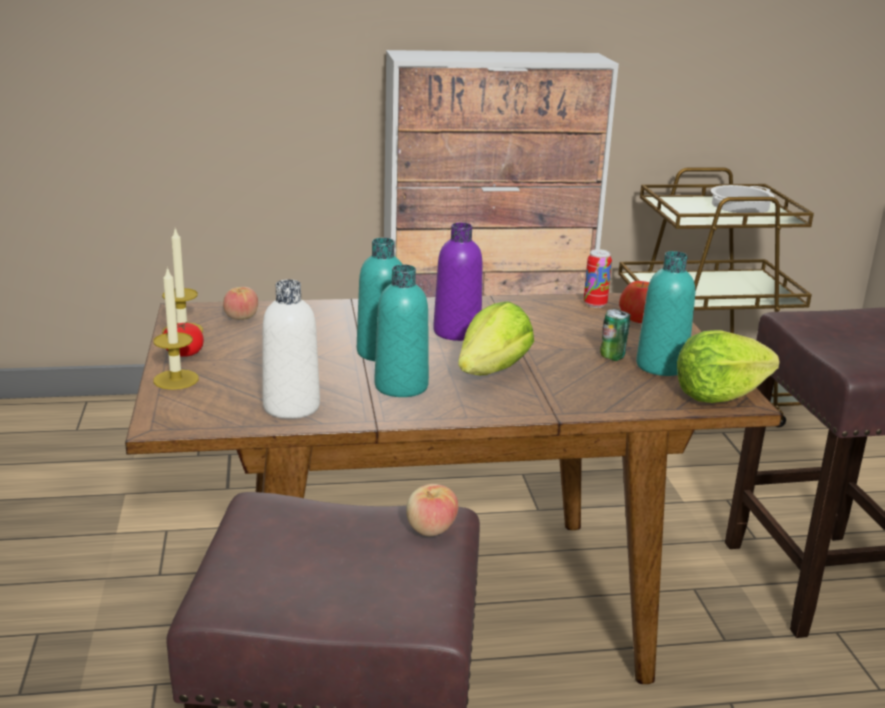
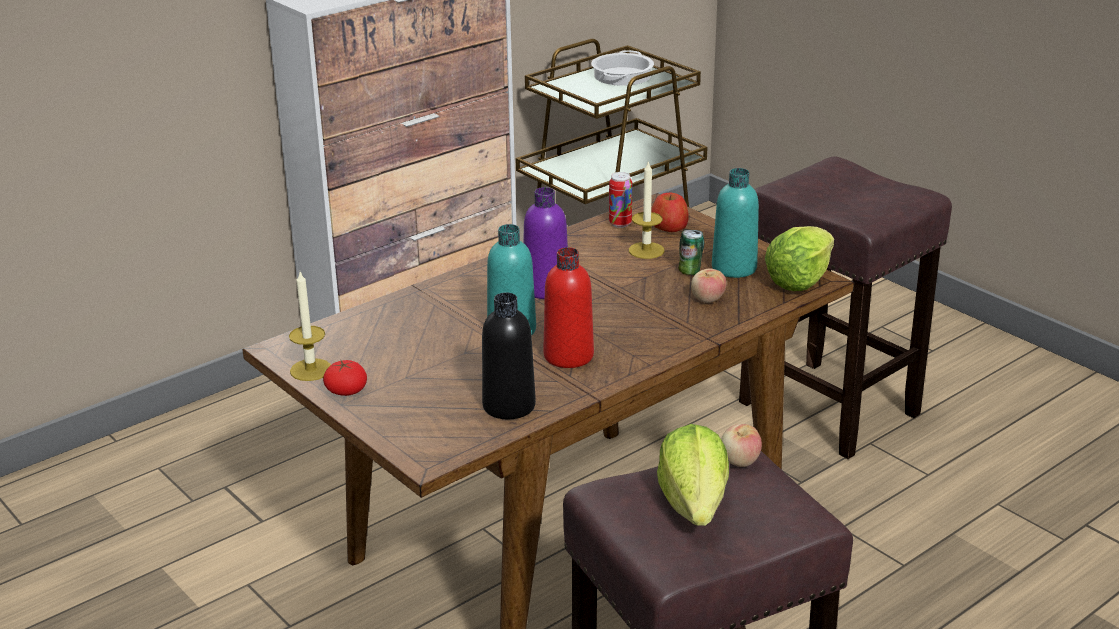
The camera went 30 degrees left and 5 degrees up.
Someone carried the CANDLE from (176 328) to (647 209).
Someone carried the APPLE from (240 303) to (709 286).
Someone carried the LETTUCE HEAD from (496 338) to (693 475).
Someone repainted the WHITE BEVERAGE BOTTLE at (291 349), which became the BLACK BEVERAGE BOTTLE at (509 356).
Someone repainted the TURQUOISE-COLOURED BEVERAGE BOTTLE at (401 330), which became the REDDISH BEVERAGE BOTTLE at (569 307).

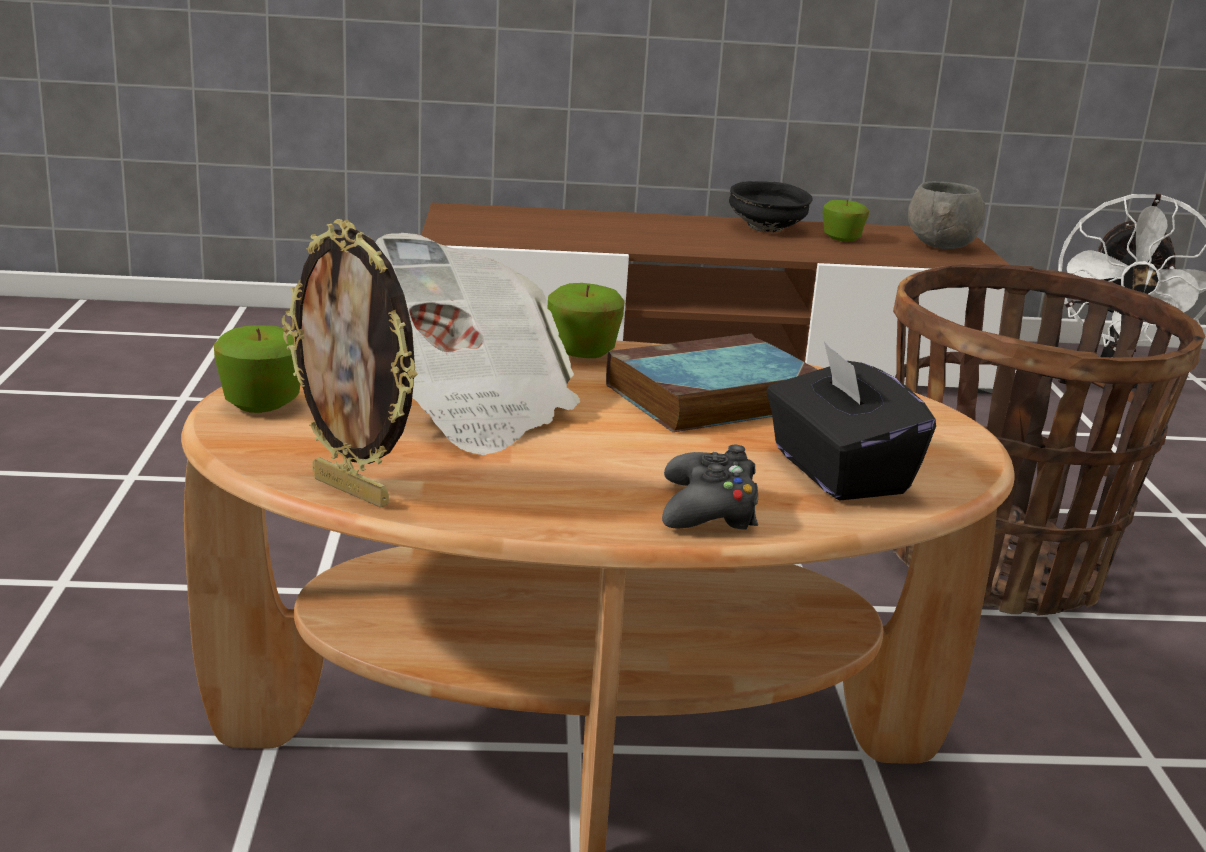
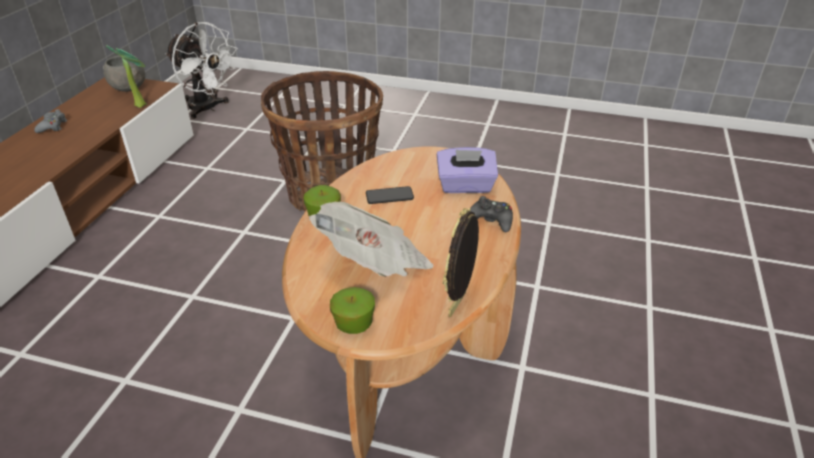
The camera went 70 degrees left and 15 degrees up.
Someone took away the APPLE at (846 220).
Someone put down the POTTED PLANT at (126 77).
Someone swapped the VOLUME at (712 383) for the PHONE at (390 195).
Someone swapped the BLACK DEEP DISH at (770 206) for the GREY GAME CONTROLLER at (50 121).
Someone repainted the BLACK BOX OF TISSUES at (851 421), which became the PURPLISH BOX OF TISSUES at (467 170).
Someone rotated the PHOTO FRAME at (350 363) by 150 degrees clockwise.

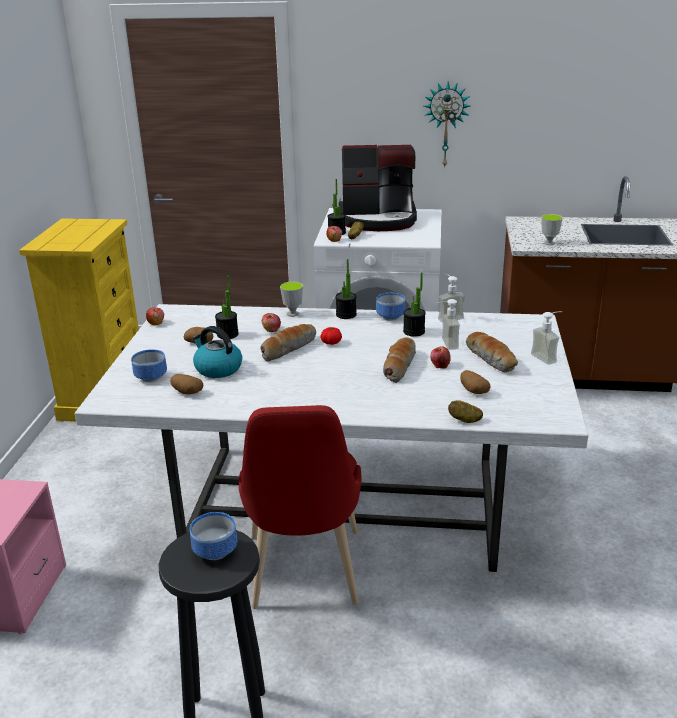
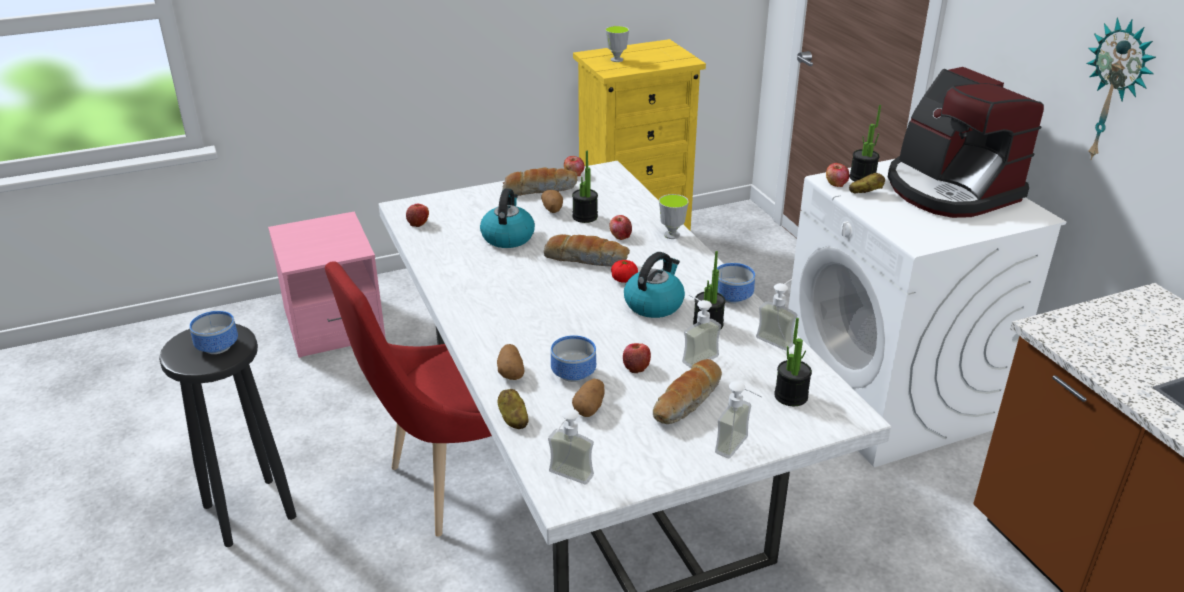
The camera went 60 degrees right and 5 degrees up.
Someone put down the APPLE at (417 215).
Someone put down the SOAP BOTTLE at (571 446).
Someone put down the WATER KETTLE at (654 285).
Someone carried the DEEP DISH from (149 365) to (573 358).
Someone carried the WHOLE POTATO from (186 384) to (510 362).
Someone carried the POTTED PLANT from (346 289) to (793 362).
Someone carried the BAKERY BREAD from (399 360) to (540 181).
Someone carried the CUP from (552 229) to (617 44).

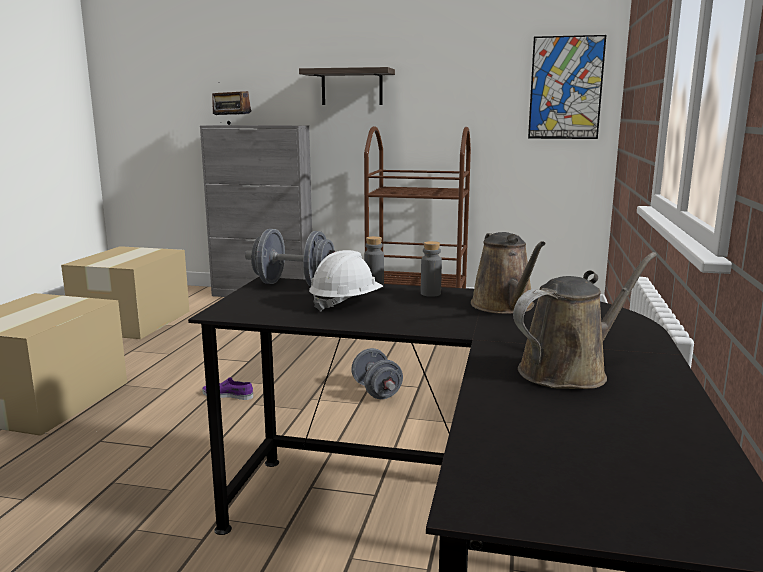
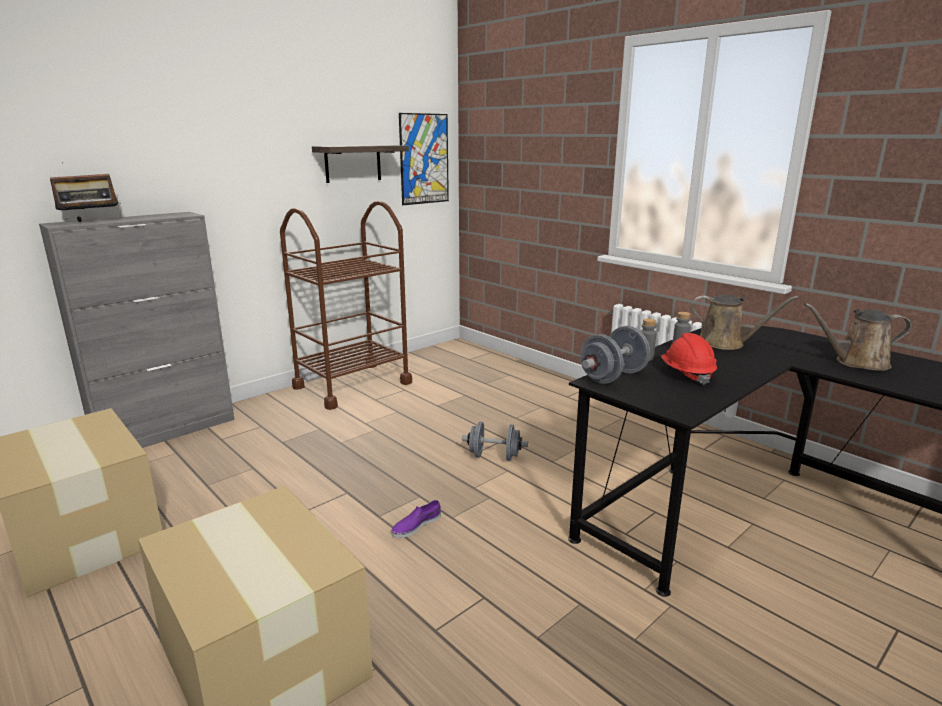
The camera went 55 degrees left and 5 degrees up.
Someone carried the BRACKET SHELF from (347 86) to (360 164).
Someone repainted the WHITE WORK HELMET at (346 281), which became the REDDISH WORK HELMET at (689 359).
Someone rotated the BROWN-COLOURED WATERING POT at (585 320) by 90 degrees counterclockwise.

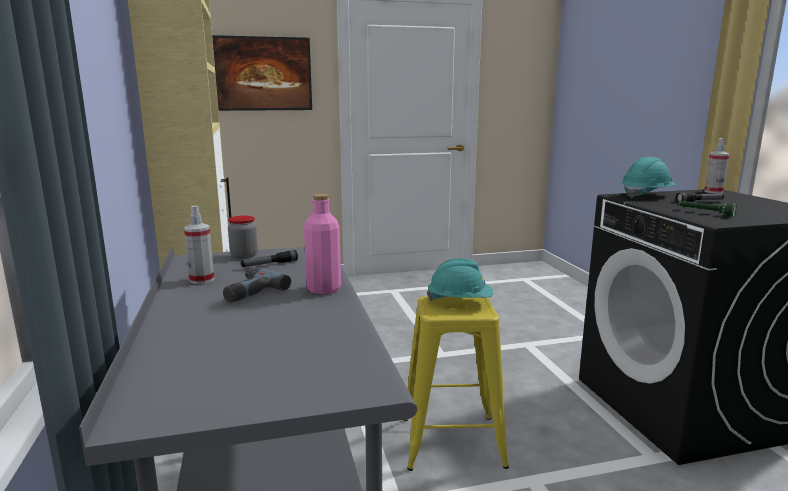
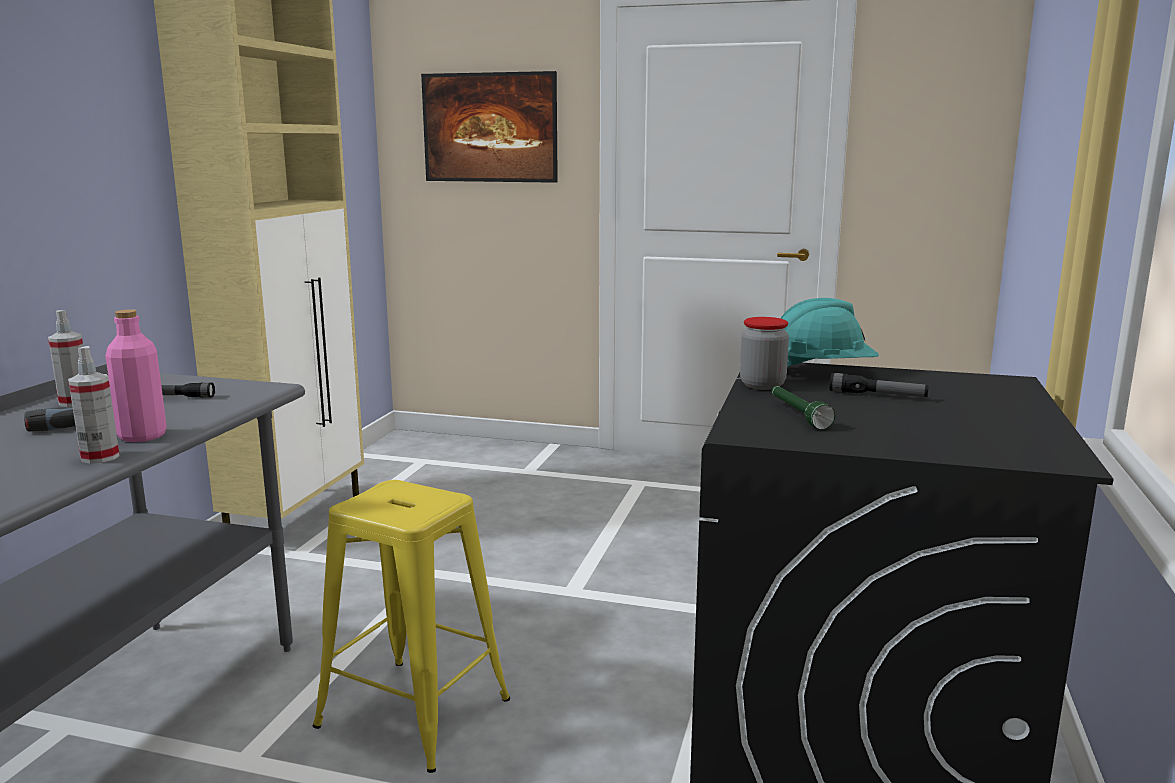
The camera went 30 degrees right and 0 degrees up.
Someone took away the TURQUOISE-COLOURED WORK HELMET at (460 279).
Someone carried the PRESERVE JAR from (243 237) to (764 353).
Someone carried the SPRAYER from (716 166) to (94 405).

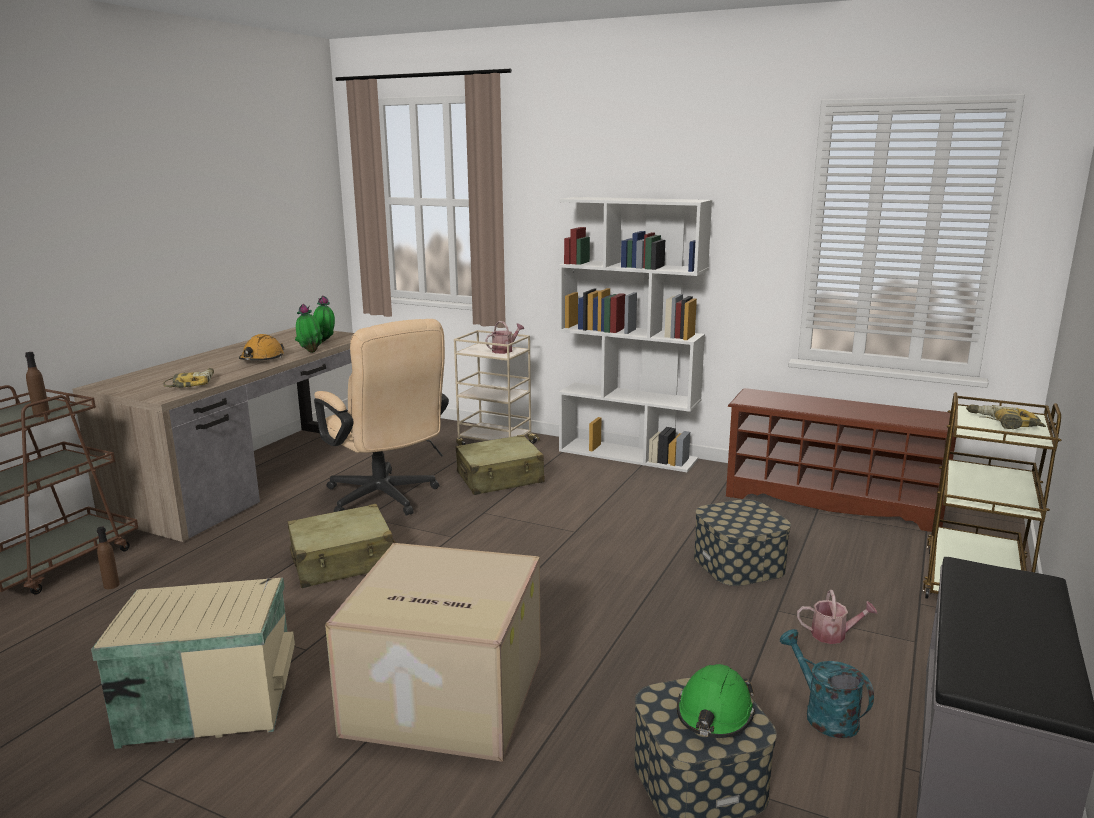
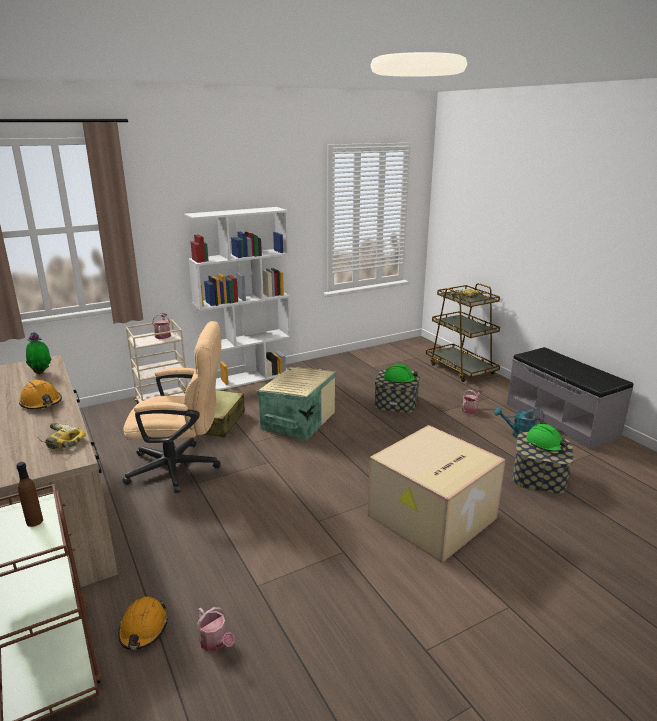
The camera went 55 degrees left and 5 degrees up.
Someone took away the BEIGE PIECE OF LUGGAGE at (341 546).
Someone took away the POTTED PLANT at (309 328).
Someone took away the BROWN-COLOURED SHOE SHELF at (841 460).
Someone put down the WATERING POT at (216 629).
Someone put down the GREEN-COLOURED WORK HELMET at (401 373).
Someone carried the BEIGE STORAGE BOX from (193 663) to (296 404).
Someone swapped the BROWN-COLOURED BEVERAGE BOTTLE at (108 558) for the ORANGE WORK HELMET at (143 623).

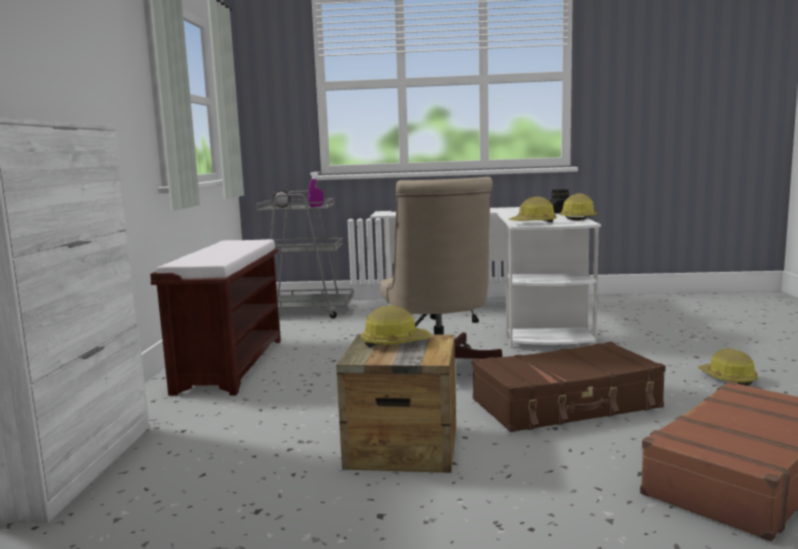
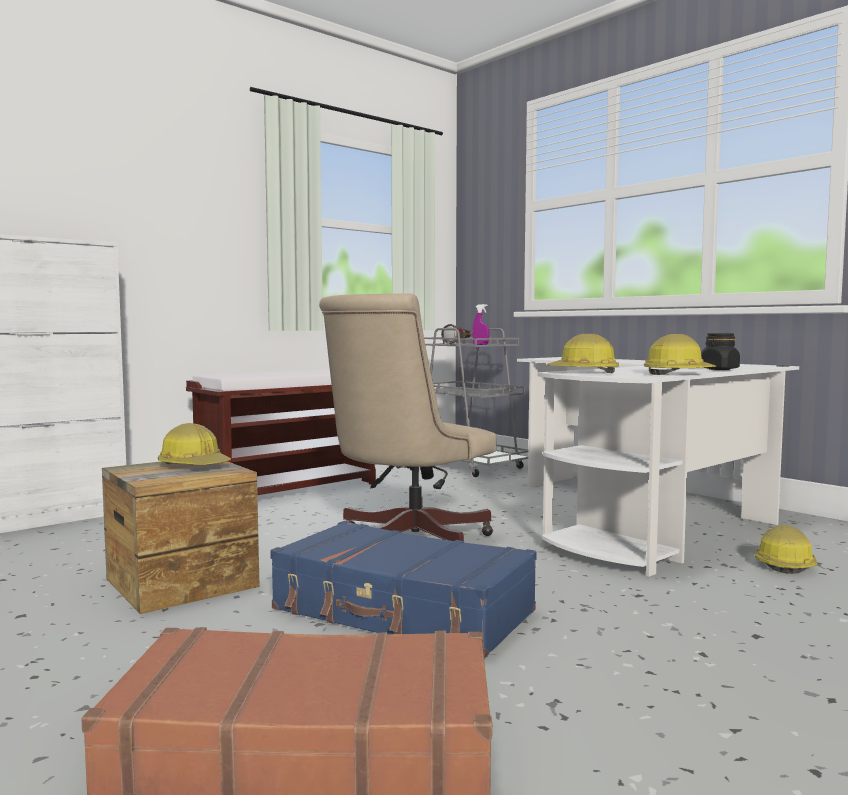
The camera went 45 degrees right and 5 degrees down.
Someone carried the WORK HELMET from (728 367) to (786 549).
Someone repainted the BROWN-COLOURED PIECE OF LUGGAGE at (568 387), which became the BLUE PIECE OF LUGGAGE at (403 589).

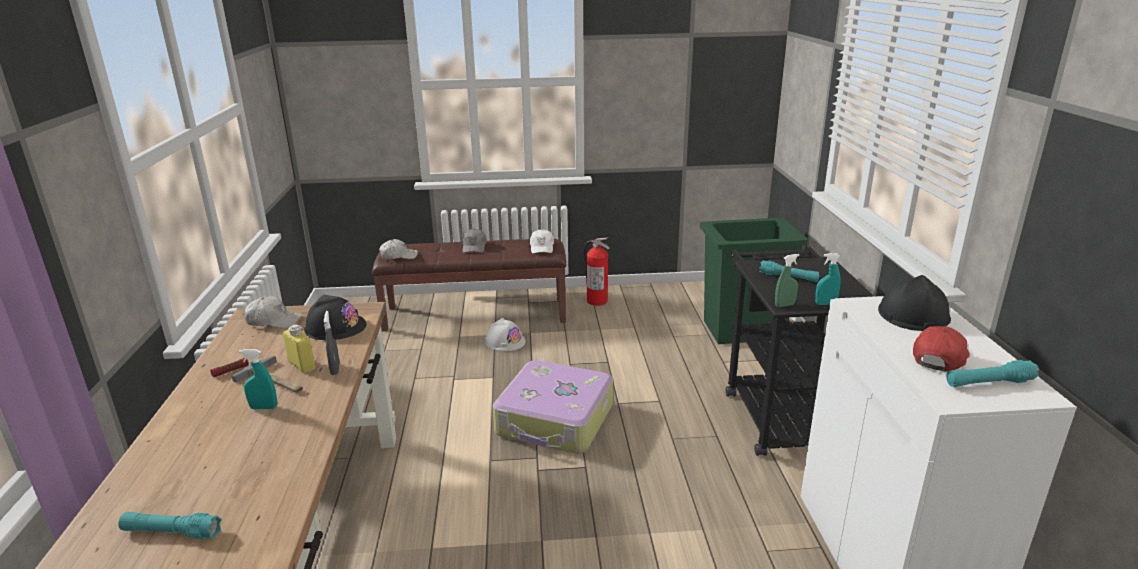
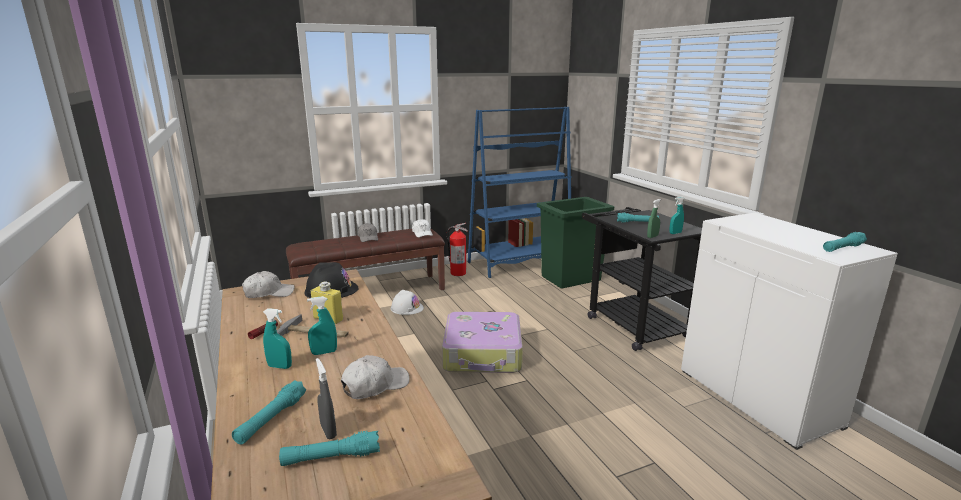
The camera went 20 degrees left and 5 degrees down.
Someone took away the BLACK WORK HELMET at (914 303).
Someone took away the REDDISH BASEBALL CAP at (941 349).
Someone put down the TURQUOISE-COLOURED FLASHLIGHT at (269 412).
Someone put down the TURQUOISE-COLOURED SPRAYER at (277 338).
Someone put down the BLUE SHELVING UNIT at (519 192).
Someone carried the GREY SPRAYER from (332 343) to (326 398).
Someone carried the WHITE BASEBALL CAP from (398 249) to (375 377).

